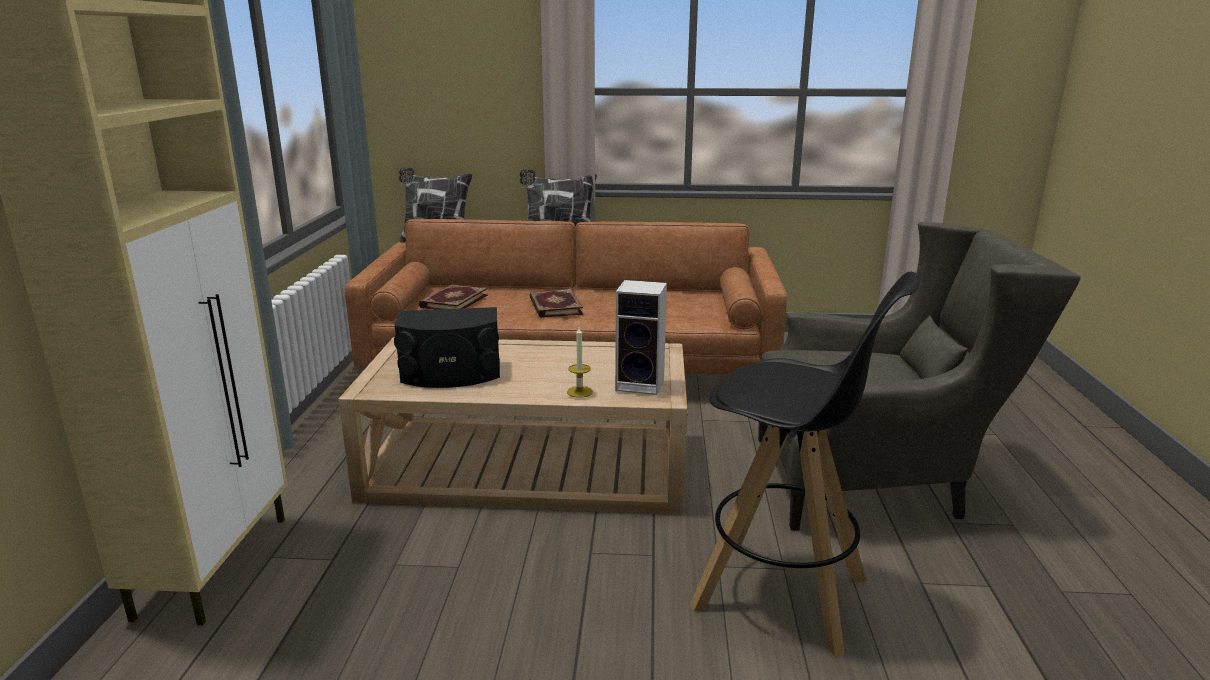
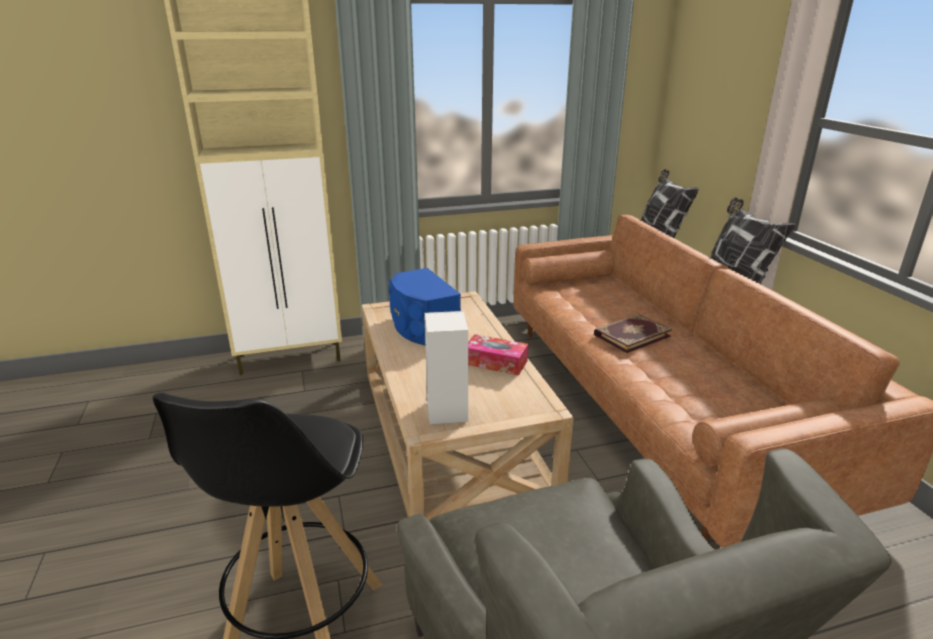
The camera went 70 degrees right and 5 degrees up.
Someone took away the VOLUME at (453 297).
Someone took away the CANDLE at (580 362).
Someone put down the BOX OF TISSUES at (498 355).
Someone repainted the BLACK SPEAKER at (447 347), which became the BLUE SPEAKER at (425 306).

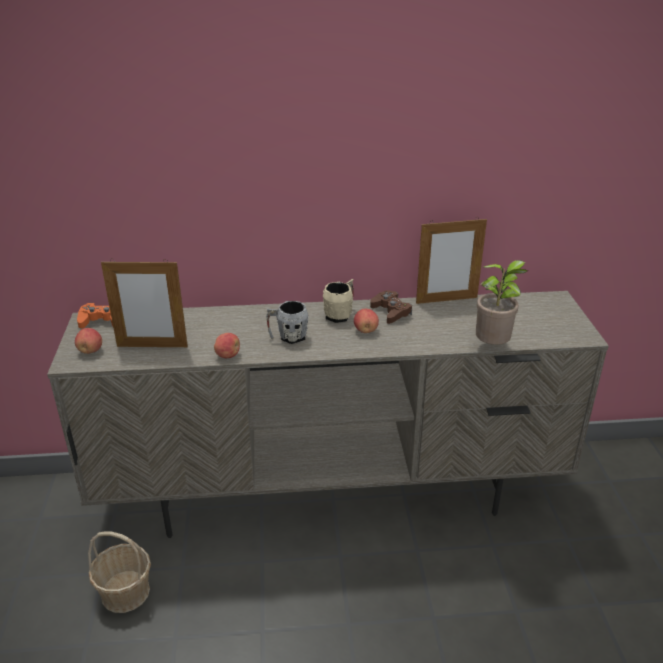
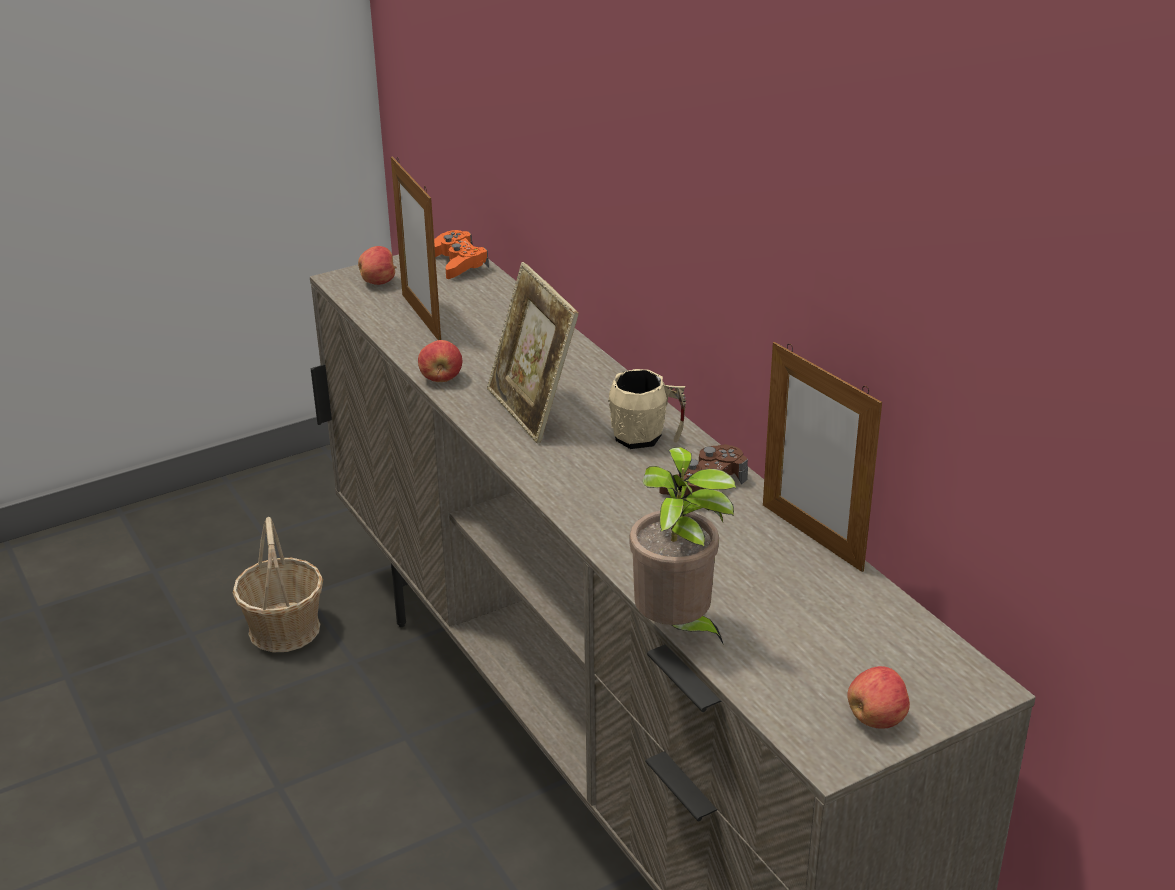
The camera went 65 degrees right and 0 degrees up.
Someone carried the APPLE from (366 321) to (878 697).
Someone swapped the GREY TEA MUG at (287 322) for the PHOTO FRAME at (533 352).

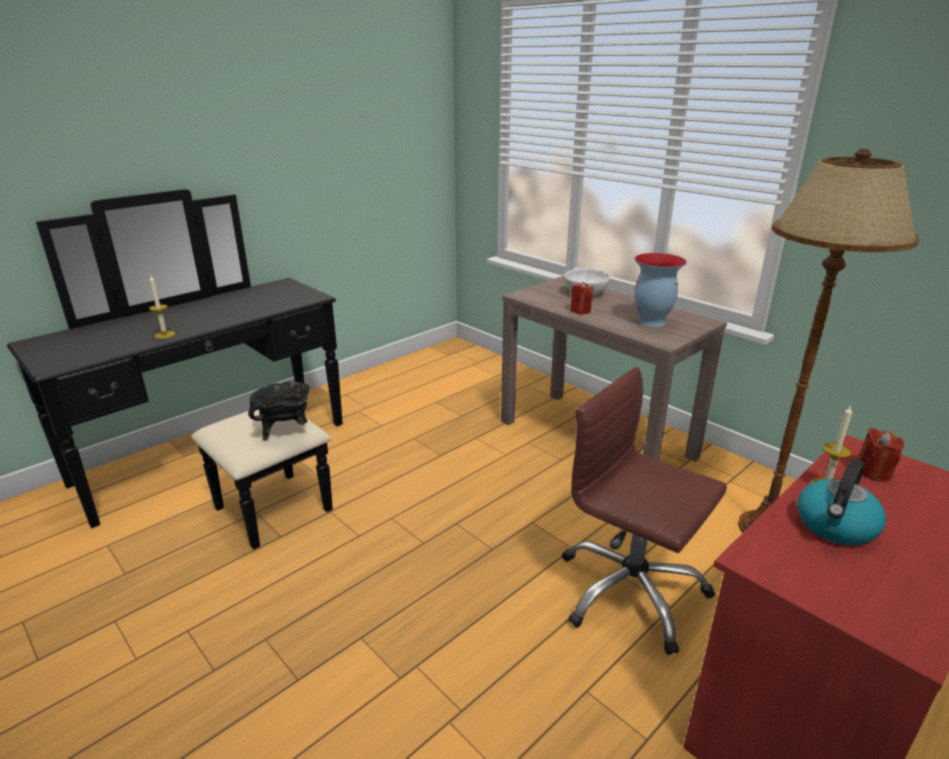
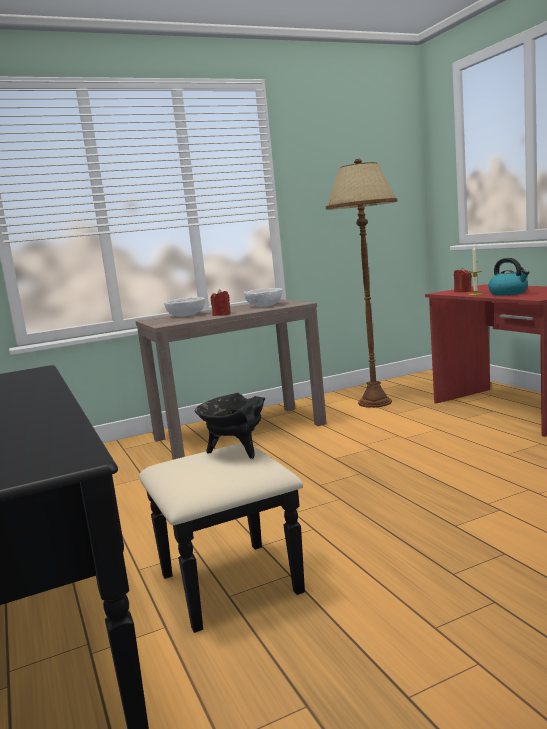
The camera went 70 degrees left and 15 degrees down.
Someone took away the CANDLE at (162 307).
Someone took away the BROWN-COLOURED DESK CHAIR at (644 511).
Someone swapped the VASE at (660 290) for the WHITE DEEP DISH at (263 297).

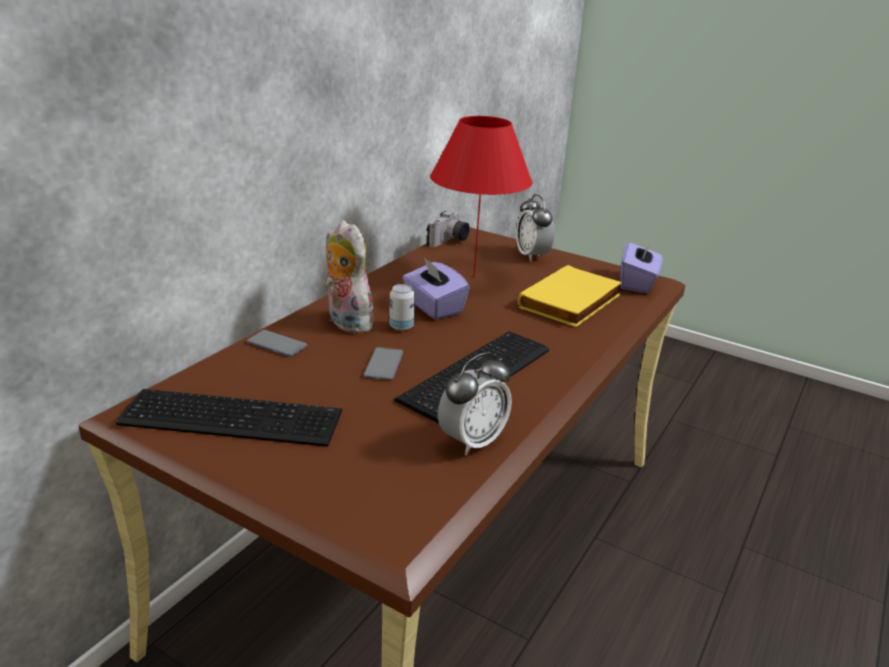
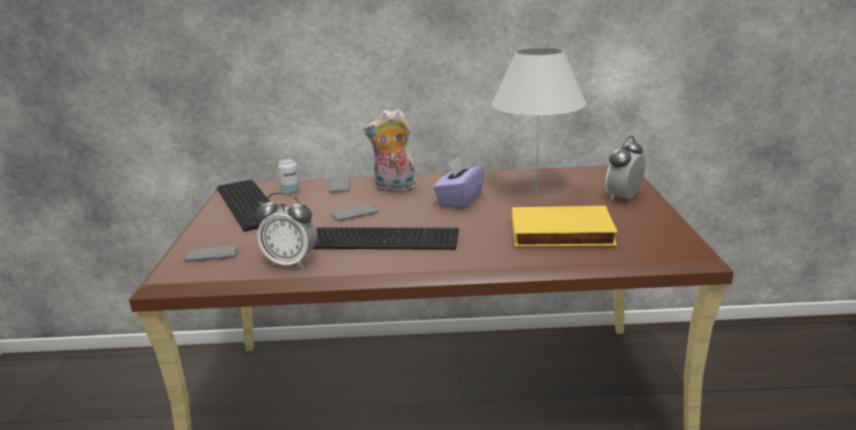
The camera went 60 degrees right and 5 degrees down.
Someone took away the STILL CAMERA at (448 229).
Someone took away the PURPLISH BOX OF TISSUES at (641 267).
Someone put down the PHONE at (211 253).
Someone carried the METAL CAN from (402 307) to (289 176).
Someone repainted the REDDISH LAMP FOR A TABLE at (481 196), which became the WHITE LAMP FOR A TABLE at (539 121).
Someone rotated the PLUSH TOY at (351 276) by 105 degrees counterclockwise.

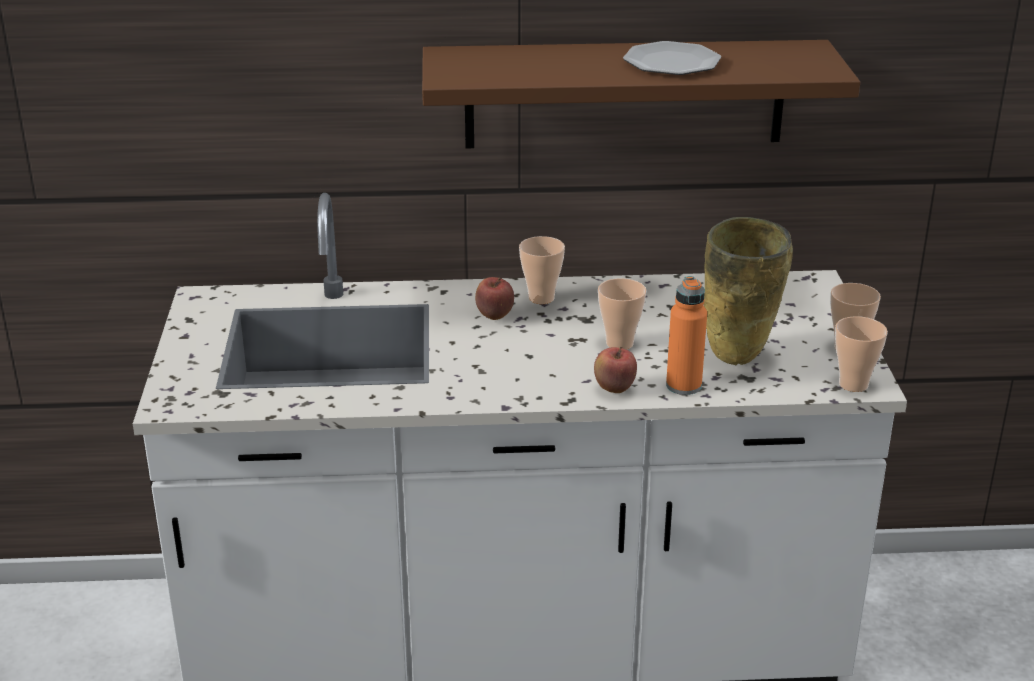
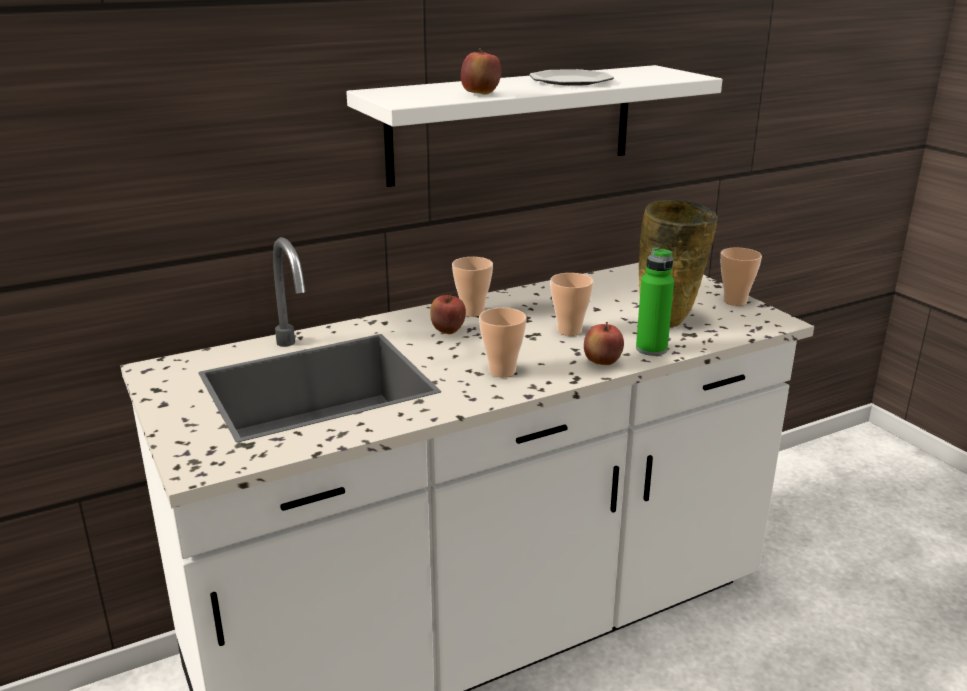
The camera went 25 degrees left and 5 degrees down.
Someone put down the APPLE at (481 71).
Someone carried the CUP from (861 354) to (503 342).
Someone repainted the BROWN-COLOURED BRACKET SHELF at (641 94), which became the WHITE BRACKET SHELF at (534 126).
Someone repainted the ORANGE BEVERAGE BOTTLE at (686 335), which became the GREEN-COLOURED BEVERAGE BOTTLE at (655 301).

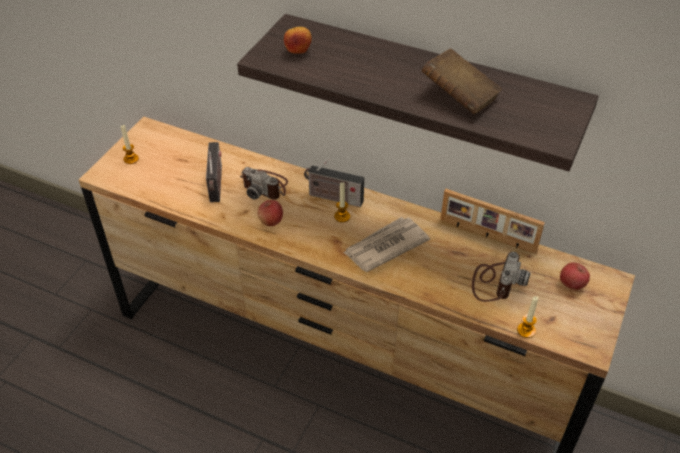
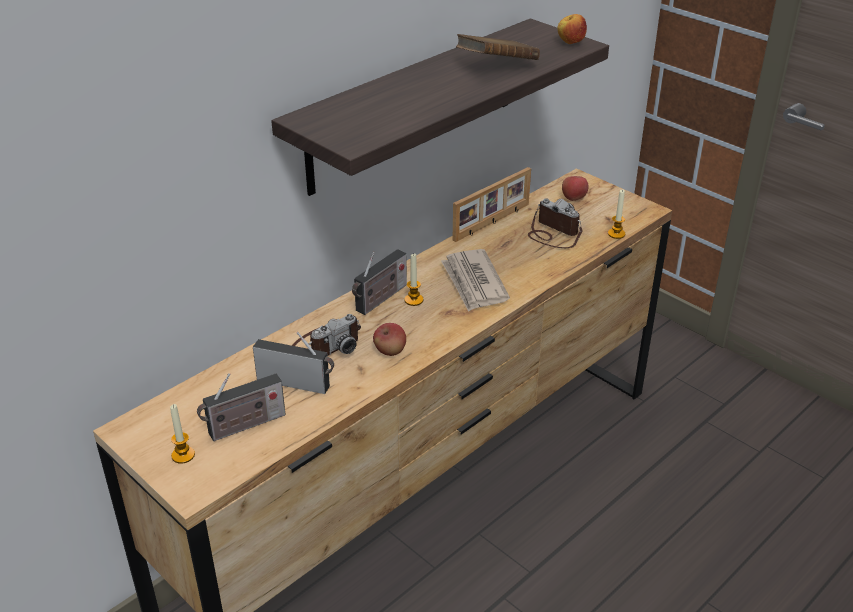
The camera went 70 degrees left and 10 degrees down.
Someone put down the RADIO RECEIVER at (241 407).
Someone carried the APPLE from (298 40) to (572 29).

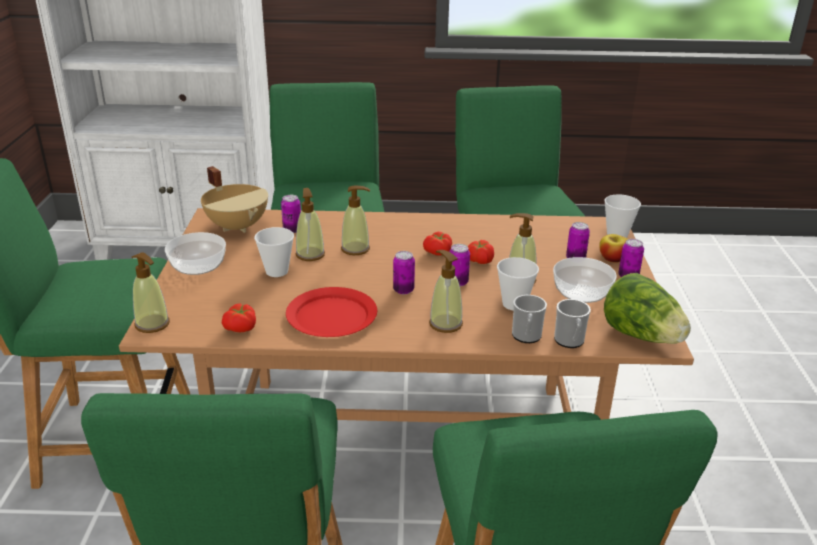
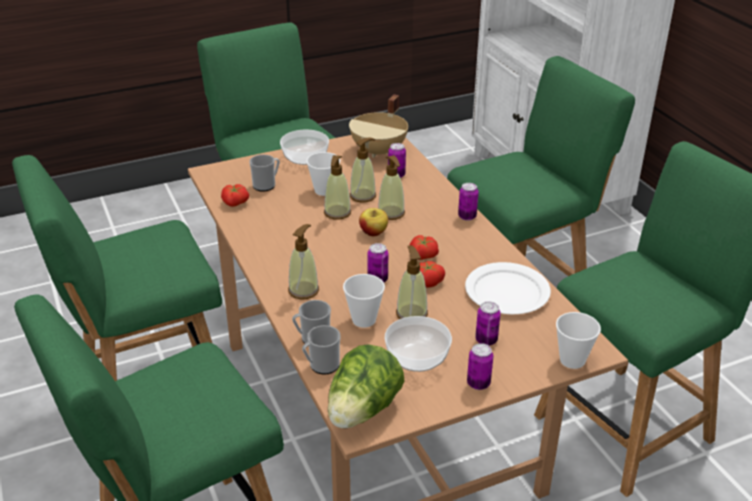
The camera went 65 degrees right and 5 degrees up.
Someone took away the REDDISH PLATE at (331 312).
Someone put down the TEA MUG at (264 173).
Someone put down the WHITE PLATE at (508 288).
Someone carried the SOAP BOTTLE from (151 292) to (337 187).
Someone carried the METAL CAN from (404 272) to (468 202).
Someone carried the APPLE from (613 248) to (373 222).

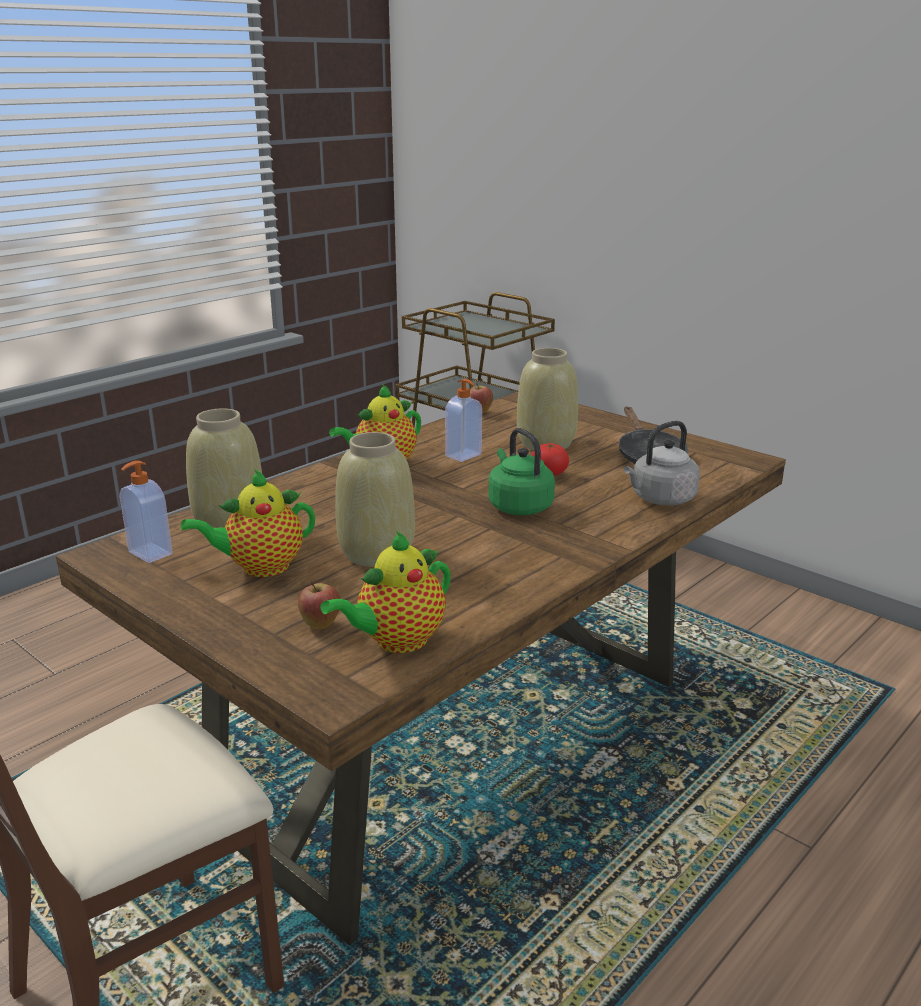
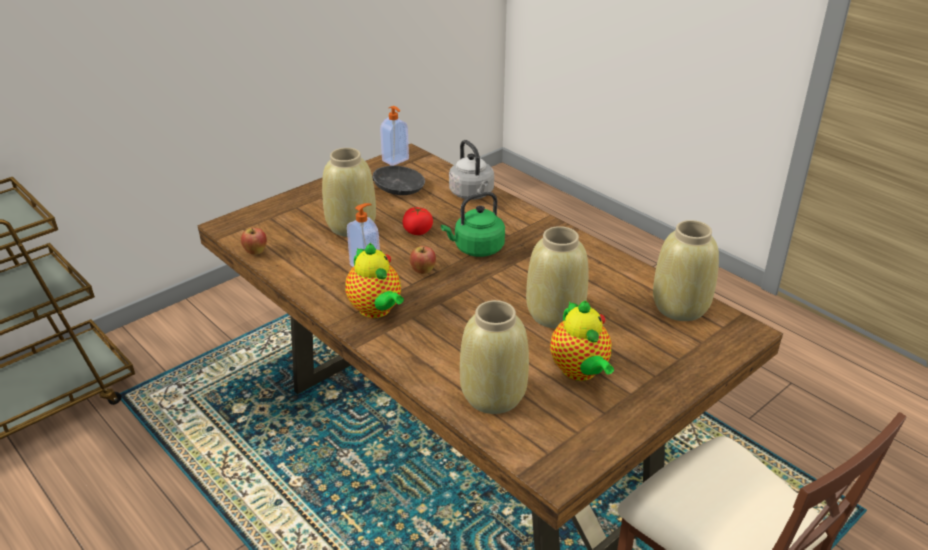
The camera went 85 degrees left and 10 degrees up.
Someone carried the SOAP BOTTLE from (146 512) to (394 136).
Someone carried the APPLE from (319 605) to (423 260).
Someone swapped the POT FOR TEA at (385 592) for the BEIGE VASE at (686 270).

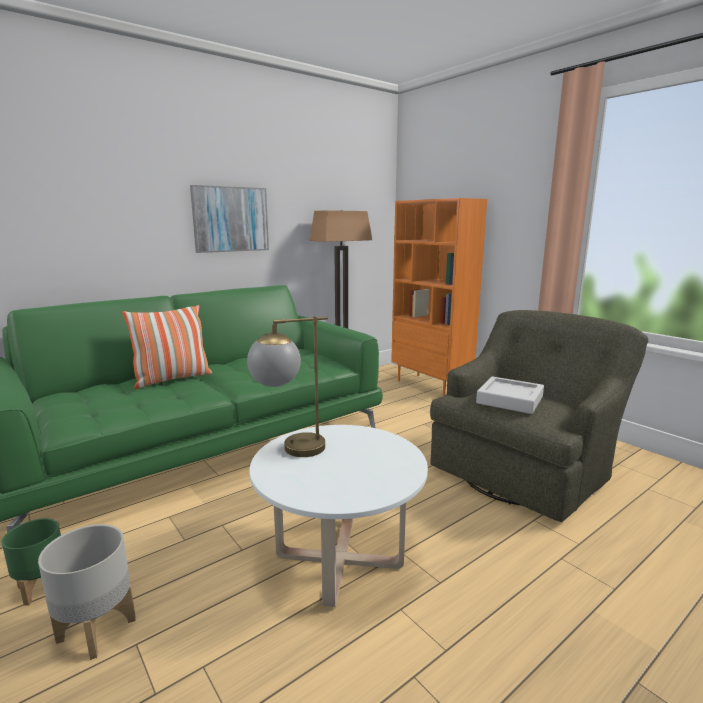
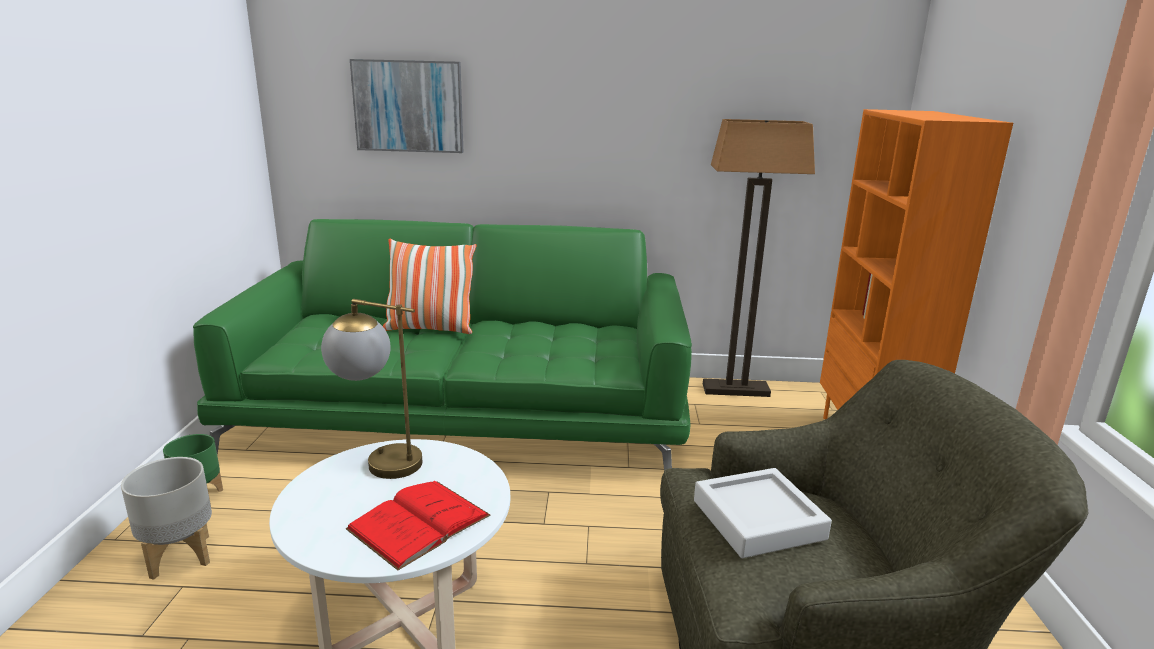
The camera went 40 degrees right and 5 degrees up.
Someone put down the REDDISH VOLUME at (418 525).
Someone carried the PICTURE from (229 219) to (406 106).

